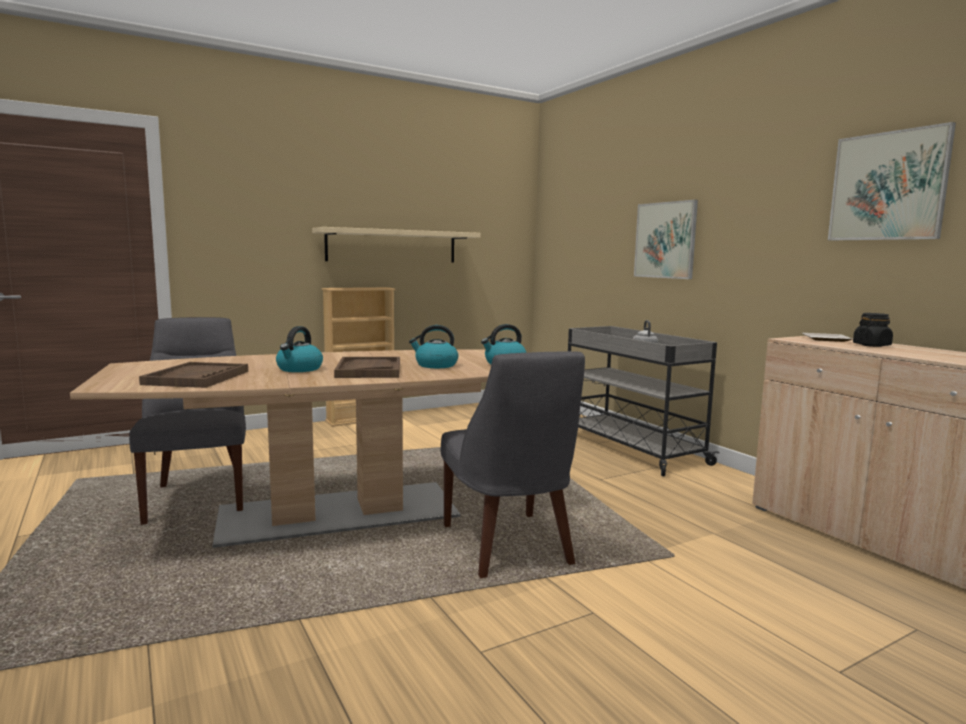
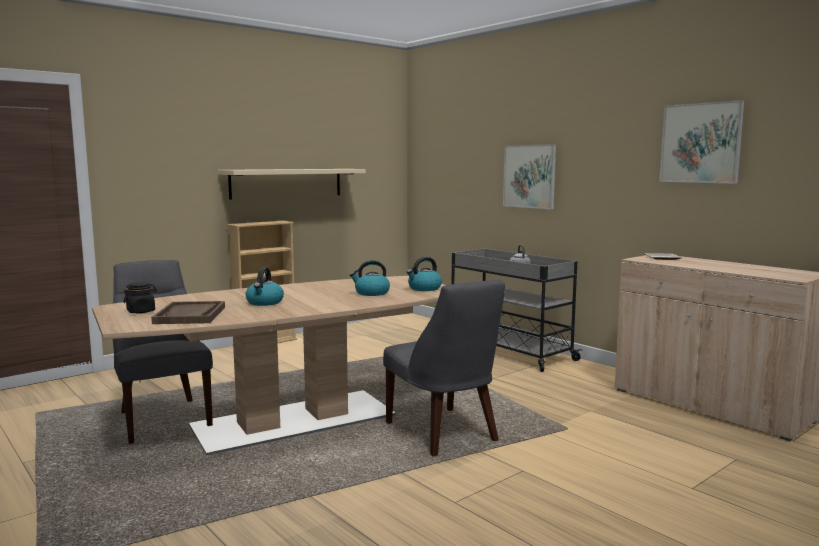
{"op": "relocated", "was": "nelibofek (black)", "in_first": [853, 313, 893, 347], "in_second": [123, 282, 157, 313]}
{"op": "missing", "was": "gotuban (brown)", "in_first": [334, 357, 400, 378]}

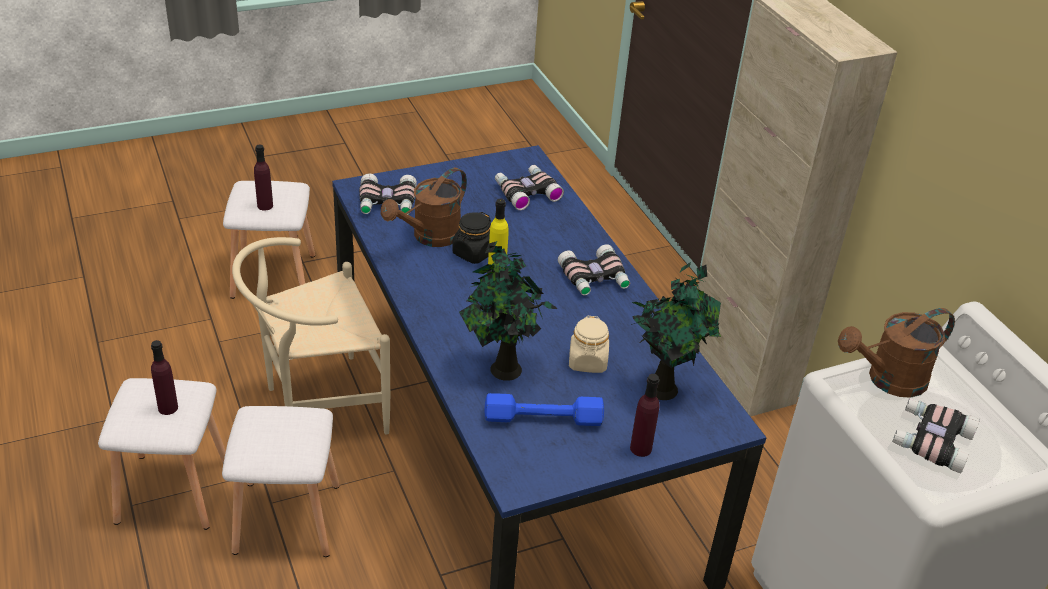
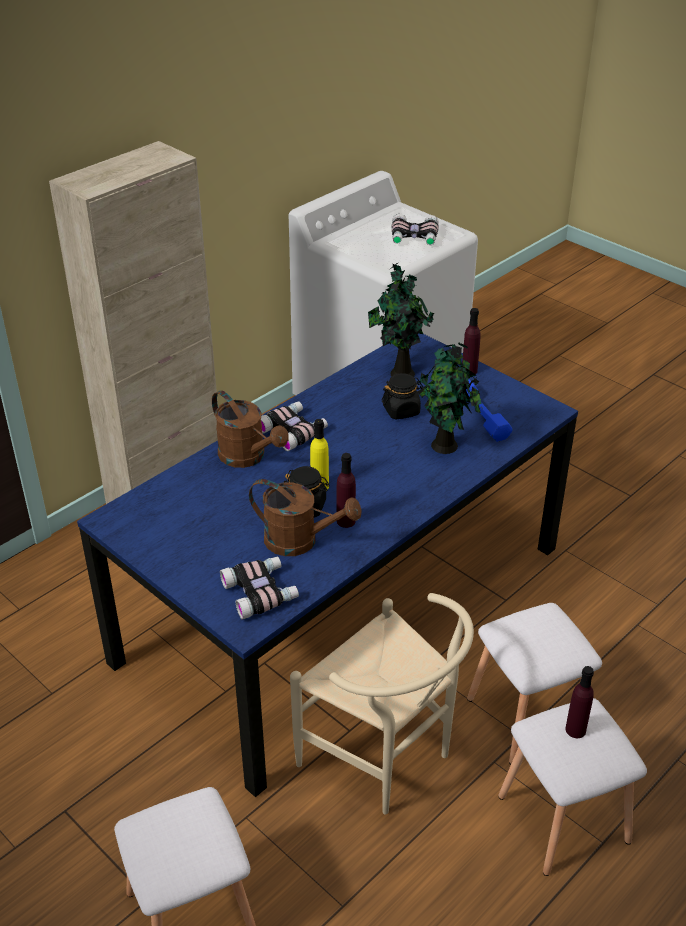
{"op": "relocated", "was": "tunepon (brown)", "in_first": [838, 308, 955, 398], "in_second": [212, 391, 289, 468]}
{"op": "relocated", "was": "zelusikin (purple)", "in_first": [254, 144, 273, 211], "in_second": [336, 453, 356, 528]}
{"op": "colour", "was": "nelibofek (beige)", "now": "nelibofek (black)", "in_first": [569, 316, 609, 373], "in_second": [382, 373, 423, 419]}
{"op": "missing", "was": "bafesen", "in_first": [495, 165, 564, 210]}

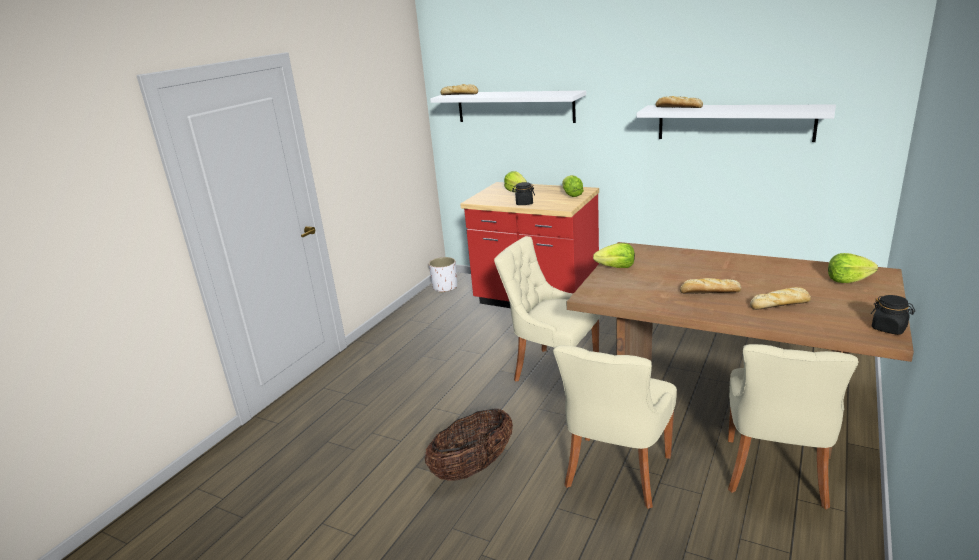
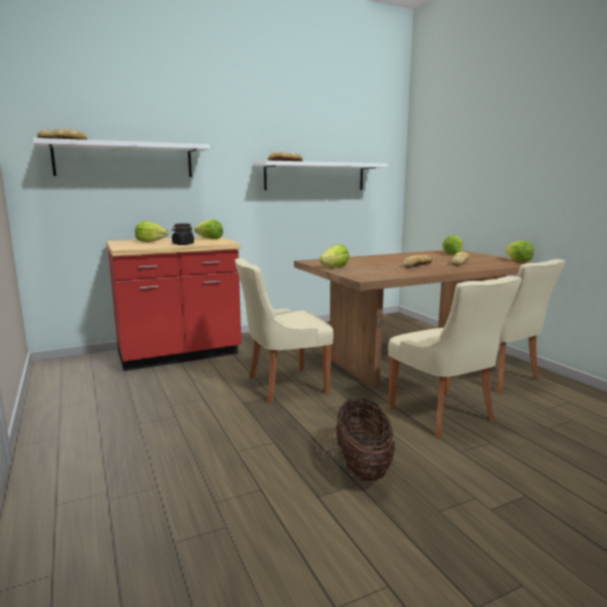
{"op": "exchanged", "was": "nelibofek (black)", "now": "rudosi", "in_first": [871, 295, 915, 335], "in_second": [505, 240, 534, 262]}
{"op": "missing", "was": "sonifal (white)", "in_first": [429, 257, 457, 293]}

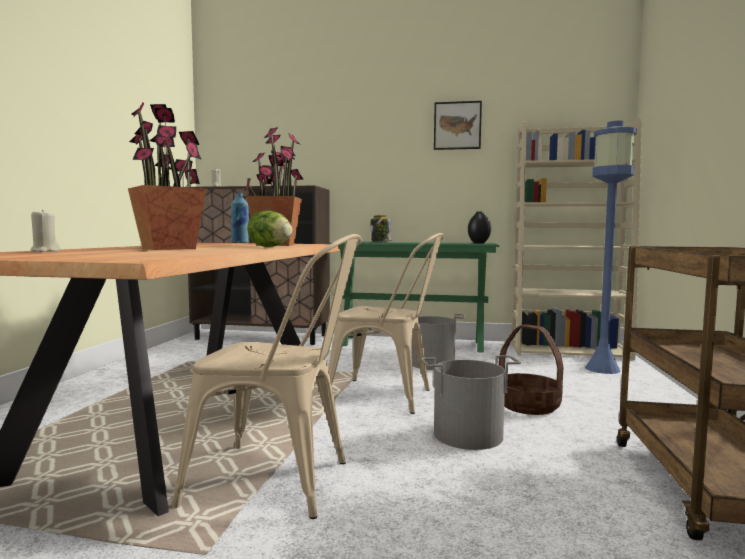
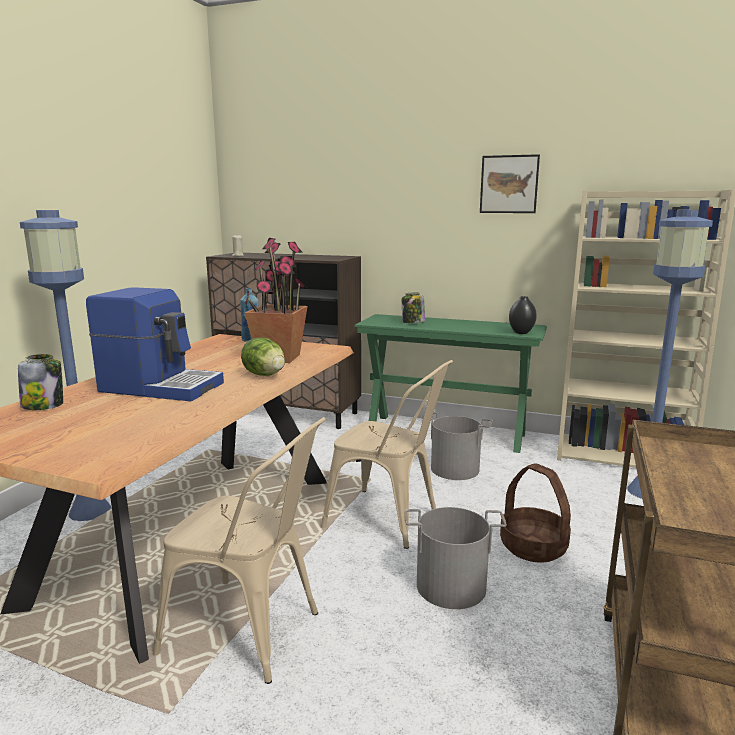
{"op": "exchanged", "was": "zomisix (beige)", "now": "nelibofek", "in_first": [30, 210, 60, 252], "in_second": [18, 354, 63, 410]}
{"op": "appeared", "now": "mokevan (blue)", "in_second": [20, 210, 111, 521]}
{"op": "exchanged", "was": "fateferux", "now": "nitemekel", "in_first": [128, 103, 207, 250], "in_second": [86, 287, 224, 401]}

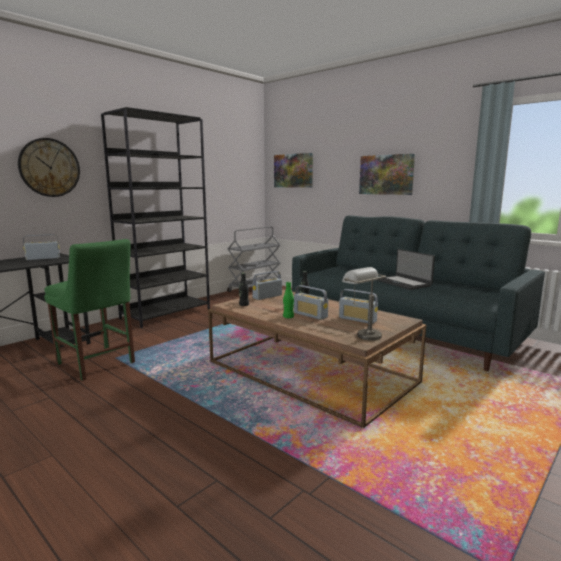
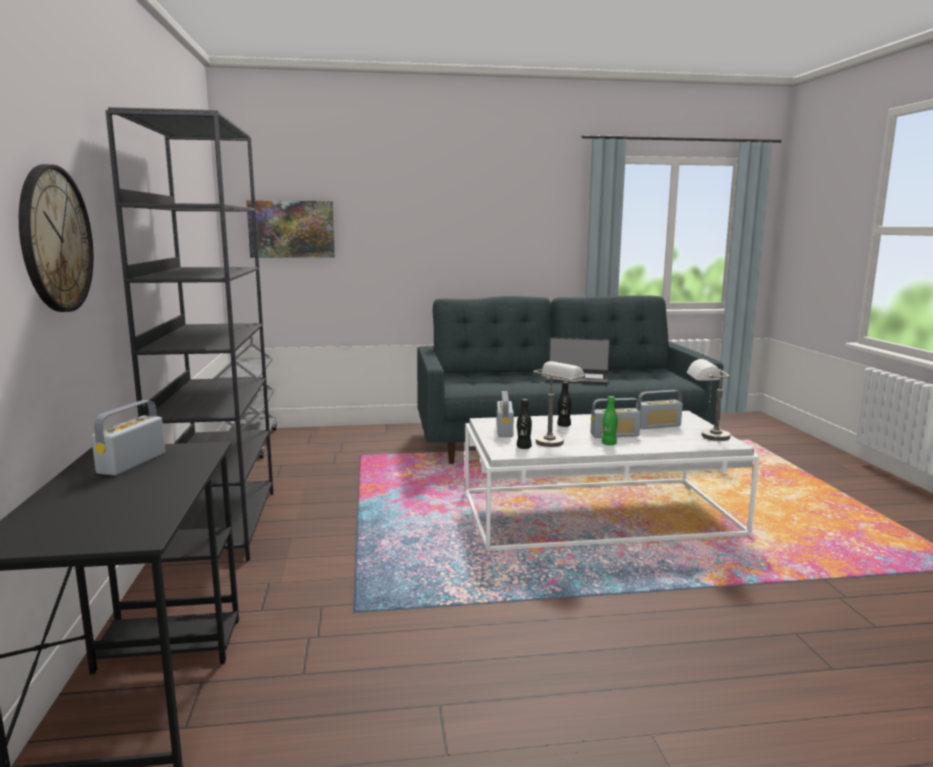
{"op": "colour", "was": "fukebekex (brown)", "now": "fukebekex (white)", "in_first": [208, 289, 426, 428], "in_second": [465, 411, 760, 551]}
{"op": "appeared", "now": "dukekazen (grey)", "in_second": [533, 361, 586, 447]}
{"op": "missing", "was": "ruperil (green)", "in_first": [44, 239, 135, 381]}
{"op": "missing", "was": "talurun", "in_first": [359, 154, 415, 195]}

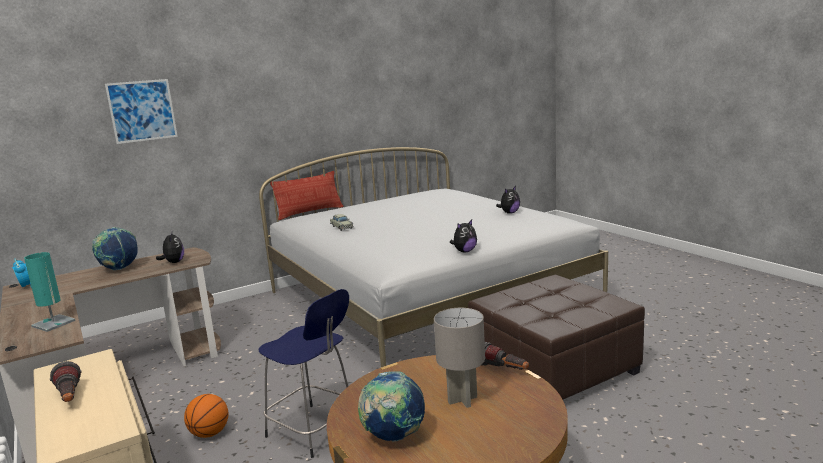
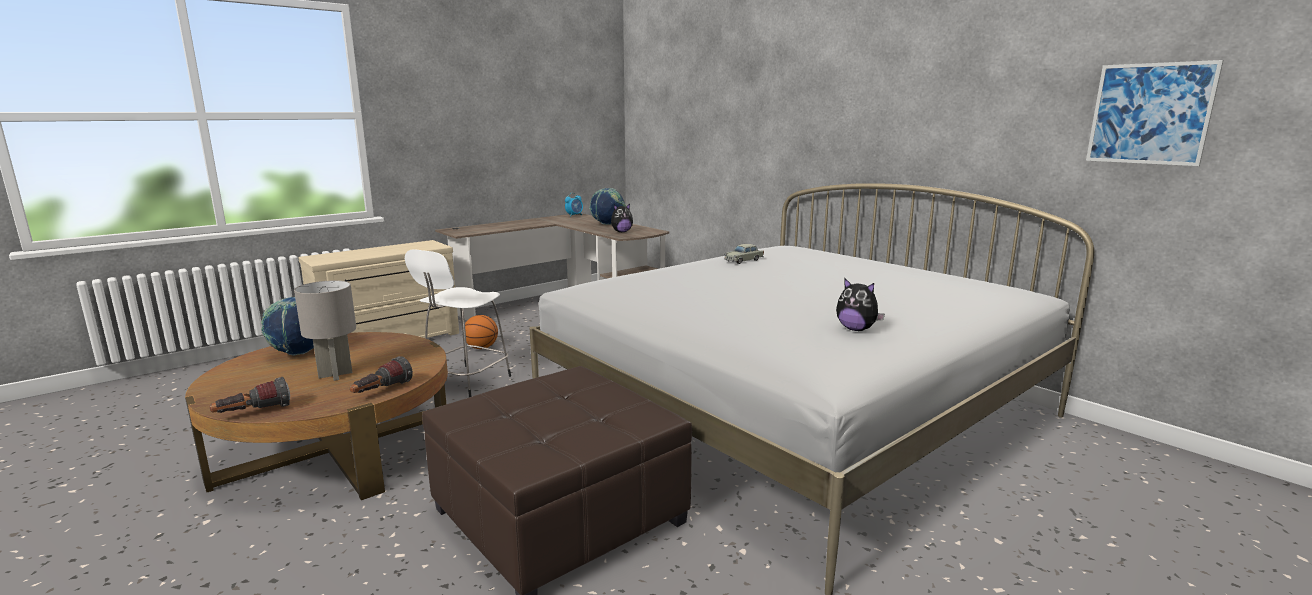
{"op": "relocated", "was": "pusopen", "in_first": [50, 361, 82, 402], "in_second": [209, 377, 290, 413]}
{"op": "colour", "was": "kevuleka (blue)", "now": "kevuleka (white)", "in_first": [258, 289, 349, 458], "in_second": [405, 249, 511, 397]}
{"op": "relocated", "was": "talurun", "in_first": [105, 79, 178, 144], "in_second": [1086, 60, 1223, 166]}
{"op": "missing", "was": "dukekazen (turquoise)", "in_first": [24, 252, 76, 332]}
{"op": "missing", "was": "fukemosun", "in_first": [270, 171, 343, 220]}
{"op": "missing", "was": "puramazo", "in_first": [450, 220, 477, 252]}

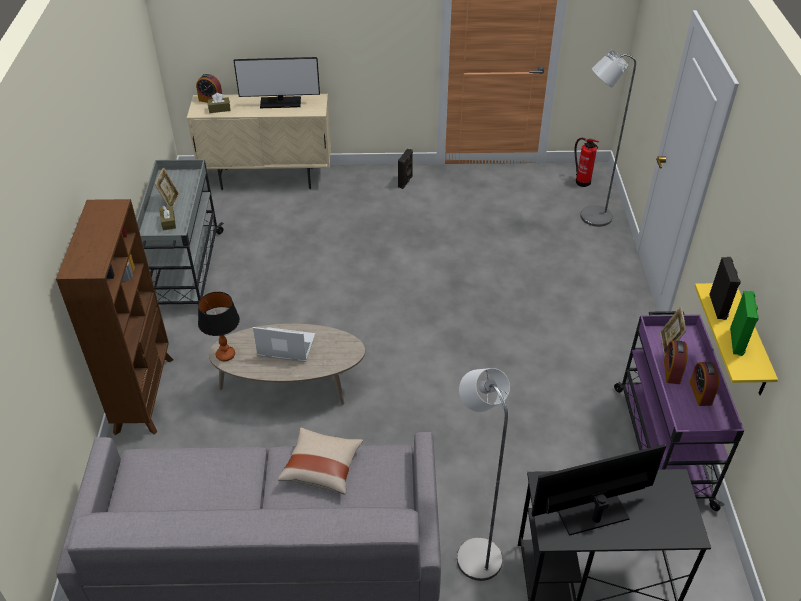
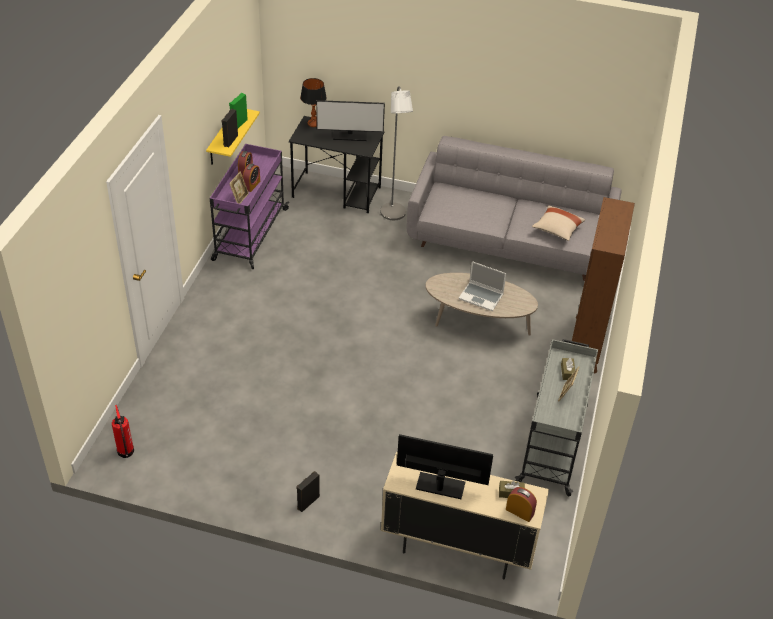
{"op": "relocated", "was": "dukekazen", "in_first": [198, 292, 240, 361], "in_second": [300, 78, 327, 127]}
{"op": "relocated", "was": "fukemosun (beige)", "in_first": [278, 427, 363, 495], "in_second": [532, 205, 585, 241]}
{"op": "missing", "was": "mokevan (grey)", "in_first": [580, 50, 636, 227]}

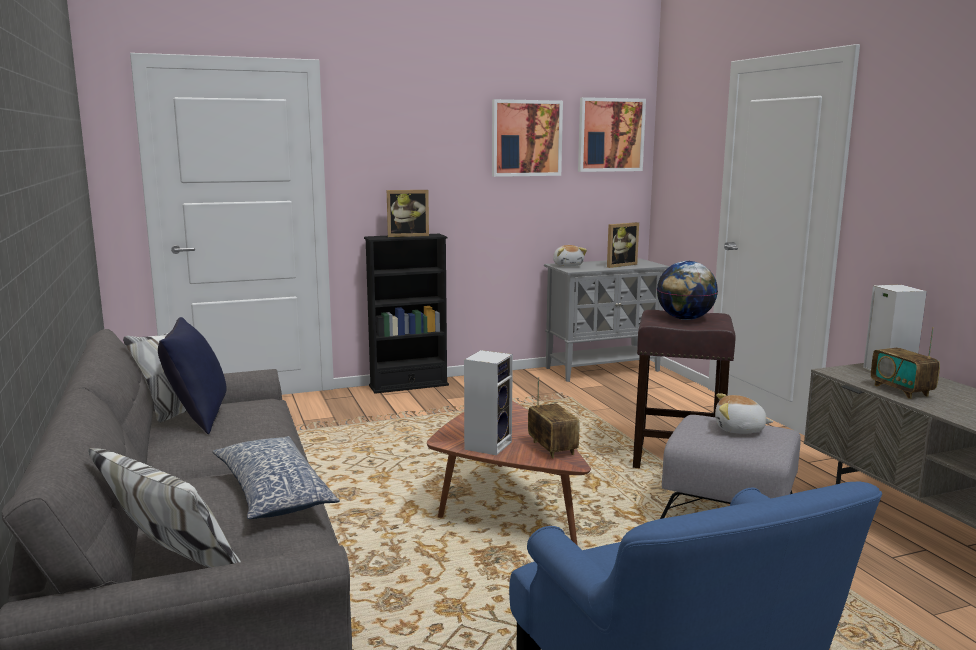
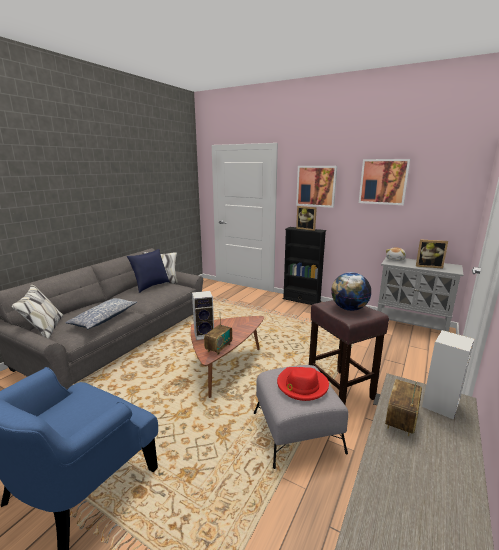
{"op": "exchanged", "was": "puramazo", "now": "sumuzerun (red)", "in_first": [715, 393, 774, 434], "in_second": [277, 367, 329, 401]}
{"op": "relocated", "was": "talurun", "in_first": [578, 97, 646, 172], "in_second": [296, 166, 337, 208]}

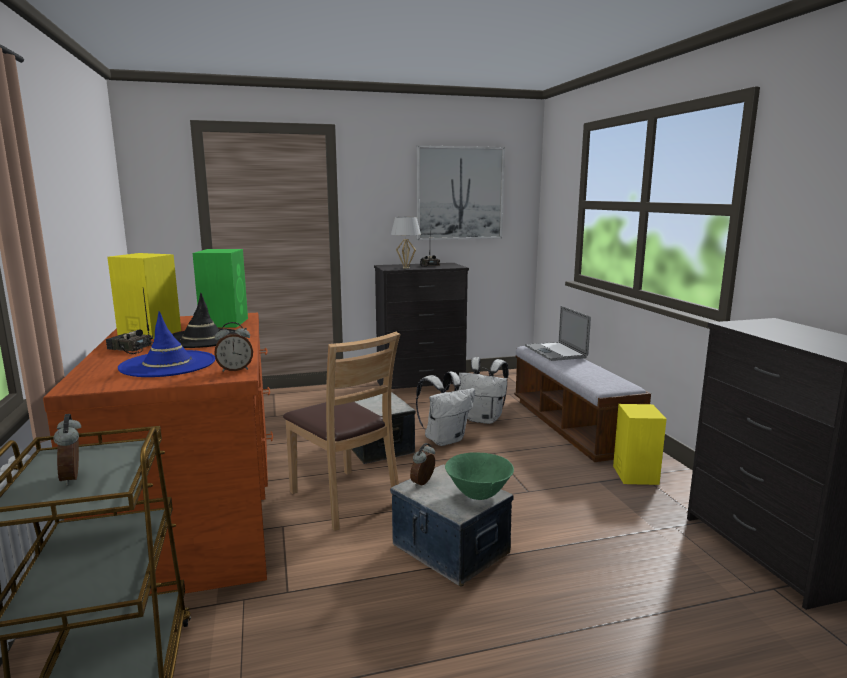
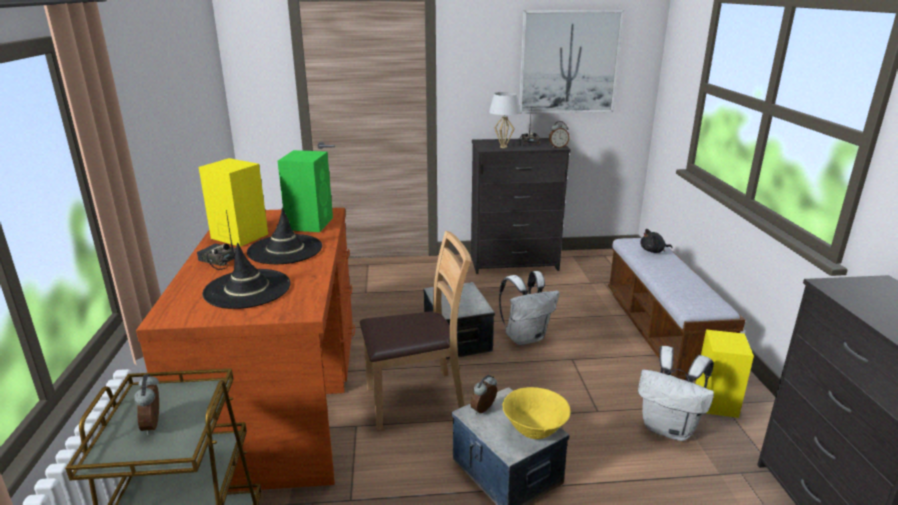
{"op": "colour", "was": "sumuzerun (blue)", "now": "sumuzerun (black)", "in_first": [118, 311, 215, 377], "in_second": [203, 243, 291, 309]}
{"op": "spun", "was": "ruperil (brown)", "in_first": [283, 332, 400, 531], "in_second": [360, 231, 471, 430], "clockwise": -75}
{"op": "colour", "was": "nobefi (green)", "now": "nobefi (yellow)", "in_first": [445, 452, 514, 500], "in_second": [503, 387, 571, 439]}
{"op": "relocated", "was": "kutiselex", "in_first": [214, 322, 253, 372], "in_second": [549, 121, 570, 148]}
{"op": "relocated", "was": "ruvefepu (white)", "in_first": [458, 357, 509, 424], "in_second": [638, 346, 714, 441]}
{"op": "exchanged", "was": "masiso", "now": "puramazo (black)", "in_first": [525, 306, 591, 361], "in_second": [640, 229, 673, 253]}

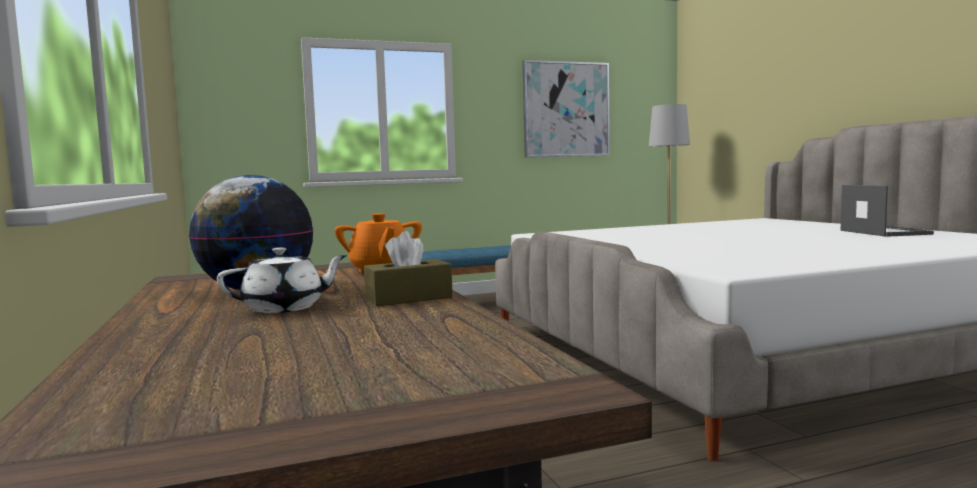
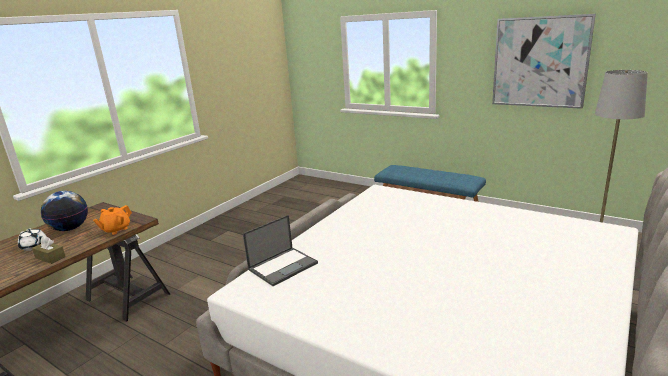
{"op": "relocated", "was": "masiso", "in_first": [840, 185, 934, 237], "in_second": [243, 215, 318, 286]}

